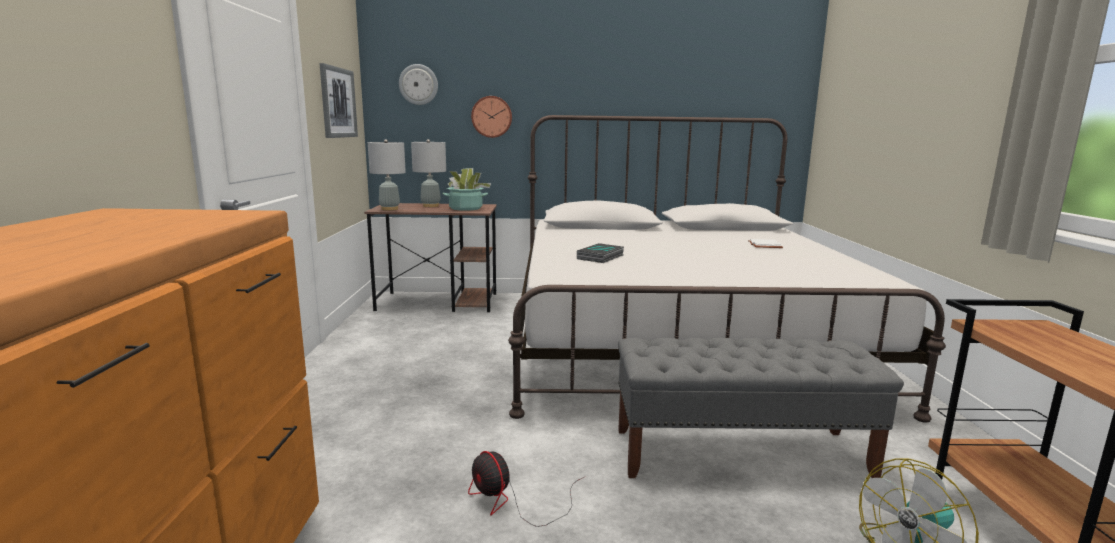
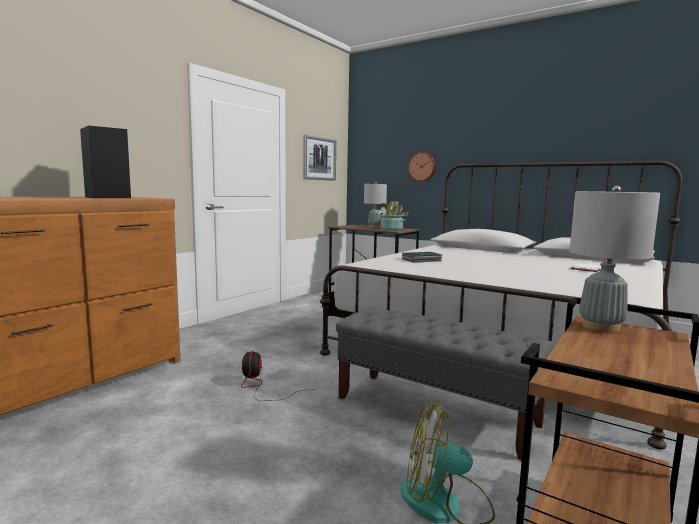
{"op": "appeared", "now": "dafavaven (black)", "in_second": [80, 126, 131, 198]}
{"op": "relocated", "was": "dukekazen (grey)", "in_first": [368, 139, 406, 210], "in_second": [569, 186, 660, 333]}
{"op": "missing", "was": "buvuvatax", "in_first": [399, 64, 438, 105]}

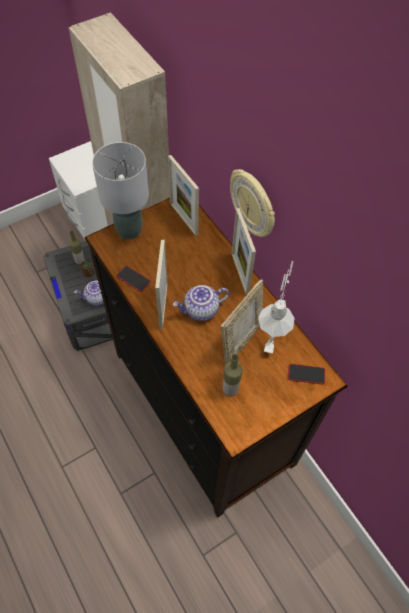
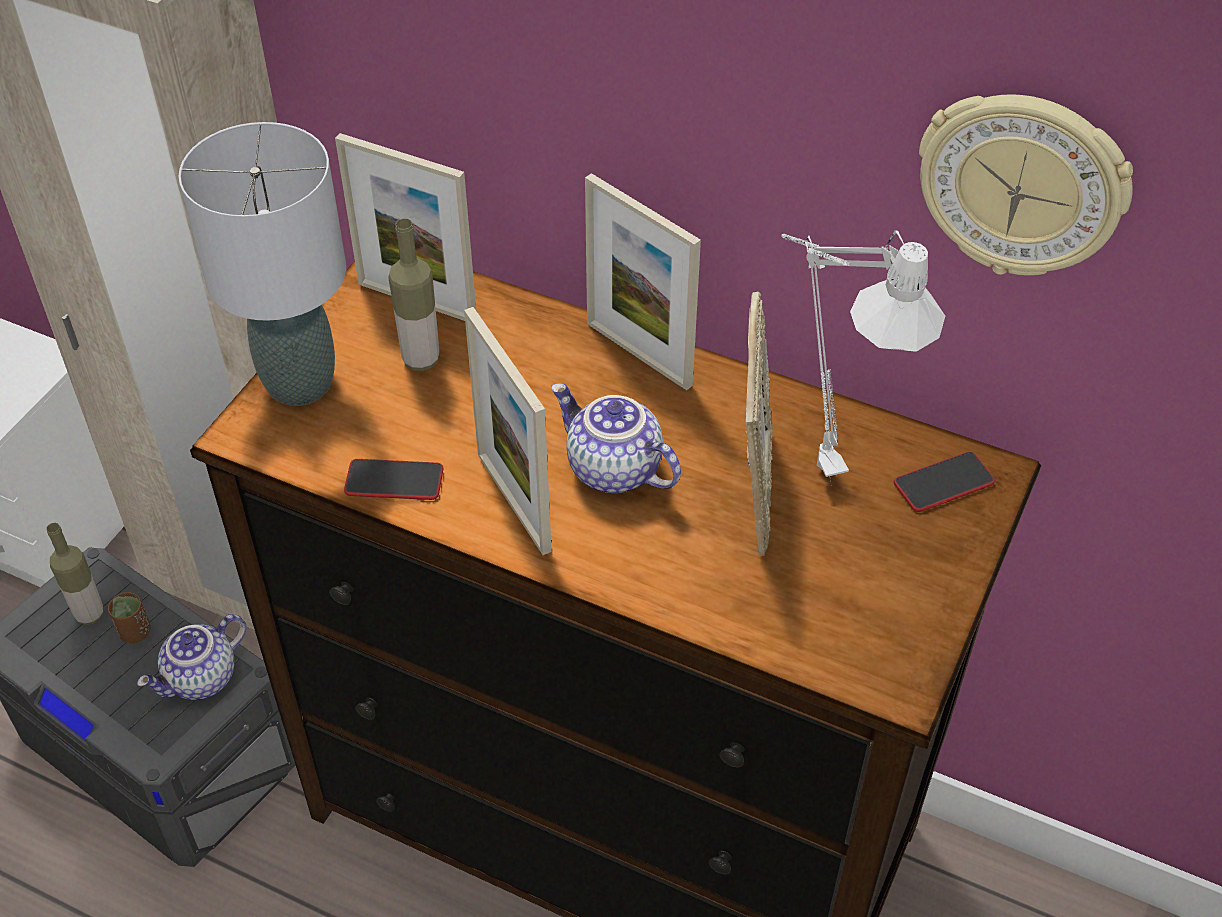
{"op": "relocated", "was": "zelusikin", "in_first": [223, 354, 243, 397], "in_second": [389, 218, 439, 371]}
{"op": "spun", "was": "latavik", "in_first": [173, 285, 230, 321], "in_second": [551, 383, 681, 493], "clockwise": 90}
{"op": "relocated", "was": "buvuvatax", "in_first": [230, 169, 275, 237], "in_second": [919, 94, 1133, 275]}

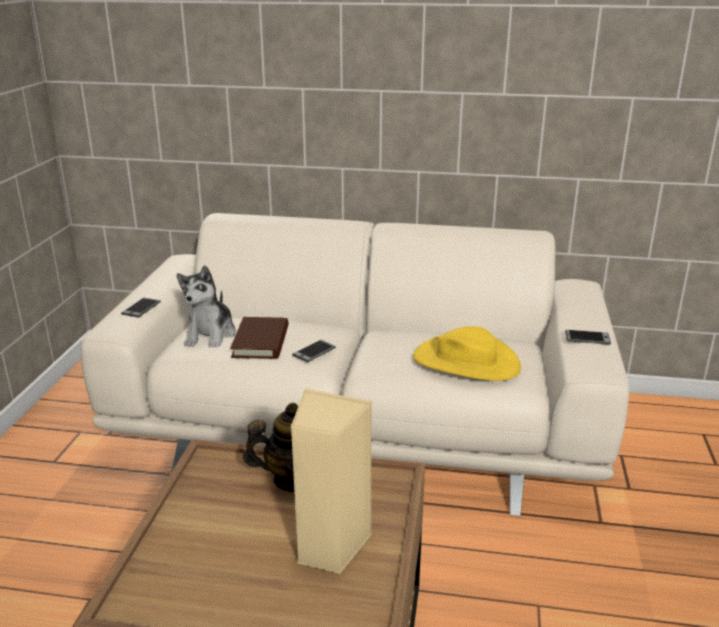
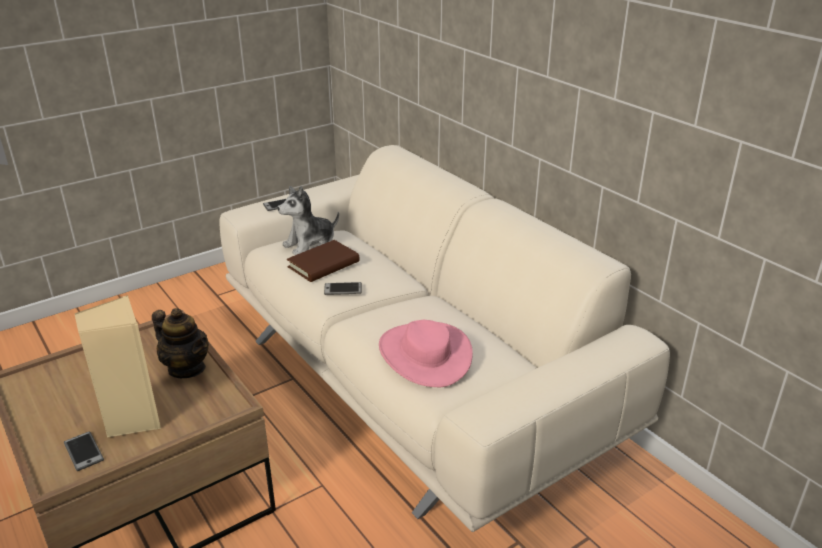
{"op": "relocated", "was": "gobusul", "in_first": [565, 330, 611, 345], "in_second": [64, 431, 104, 471]}
{"op": "colour", "was": "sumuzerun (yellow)", "now": "sumuzerun (pink)", "in_first": [413, 326, 521, 381], "in_second": [379, 320, 473, 387]}

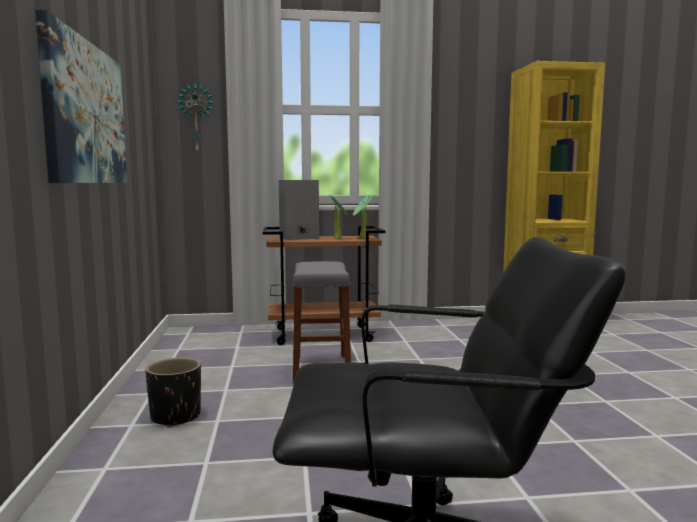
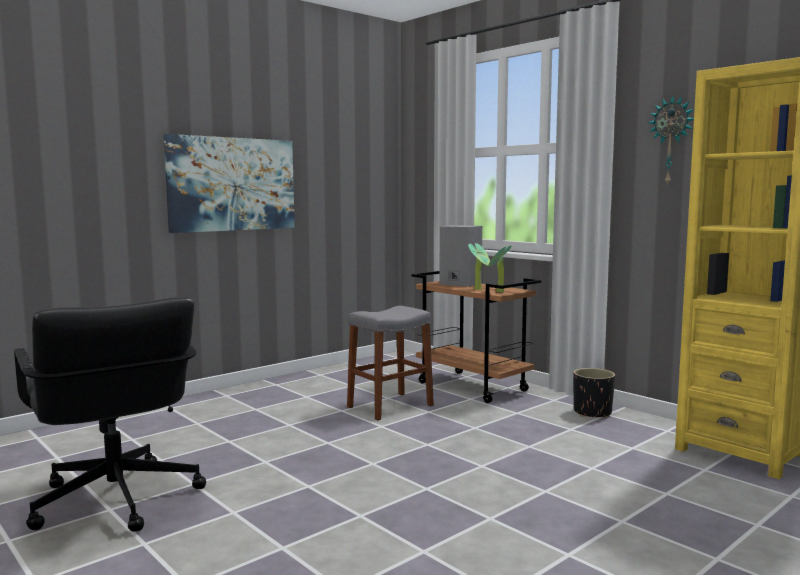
{"op": "relocated", "was": "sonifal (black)", "in_first": [145, 357, 201, 428], "in_second": [573, 368, 615, 418]}
{"op": "relocated", "was": "buvuvatax", "in_first": [177, 83, 215, 154], "in_second": [648, 95, 694, 186]}

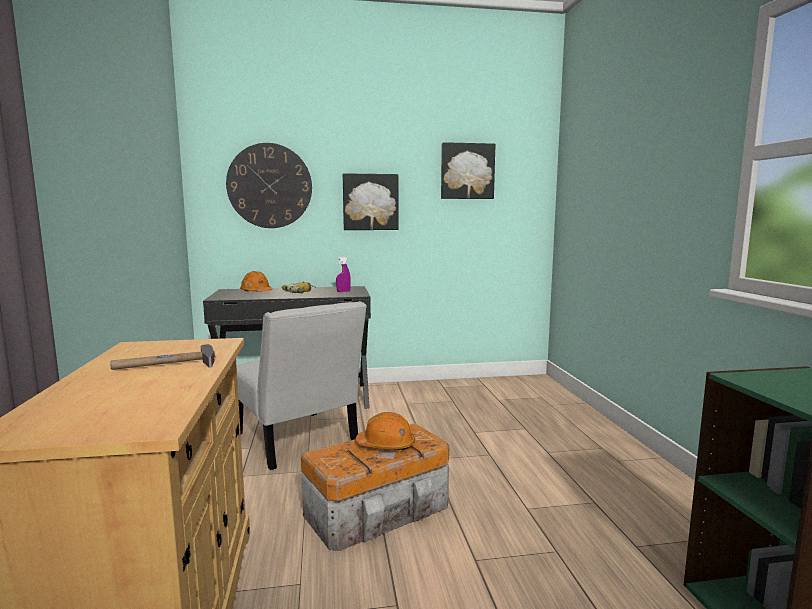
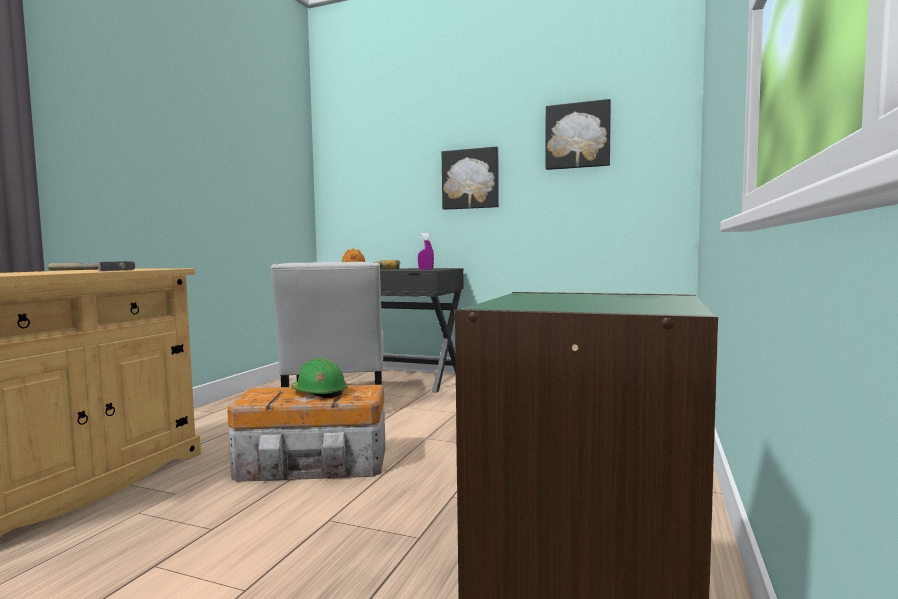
{"op": "colour", "was": "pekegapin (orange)", "now": "pekegapin (green)", "in_first": [355, 412, 415, 450], "in_second": [291, 358, 348, 398]}
{"op": "missing", "was": "buvuvatax", "in_first": [226, 143, 312, 228]}

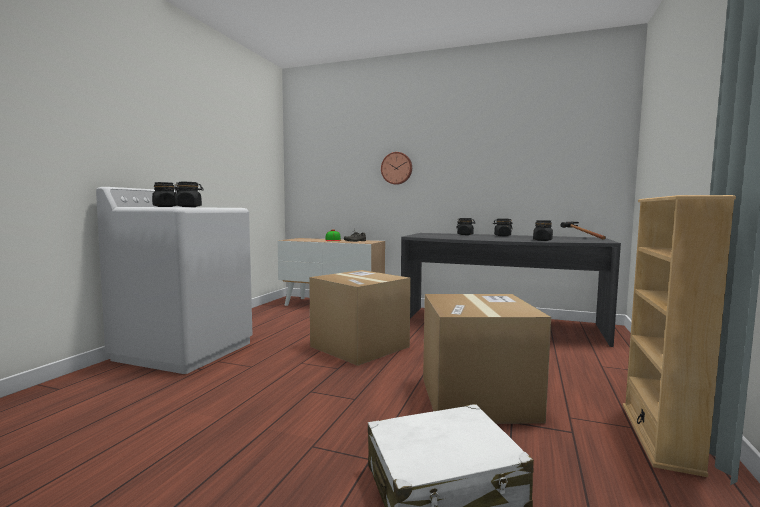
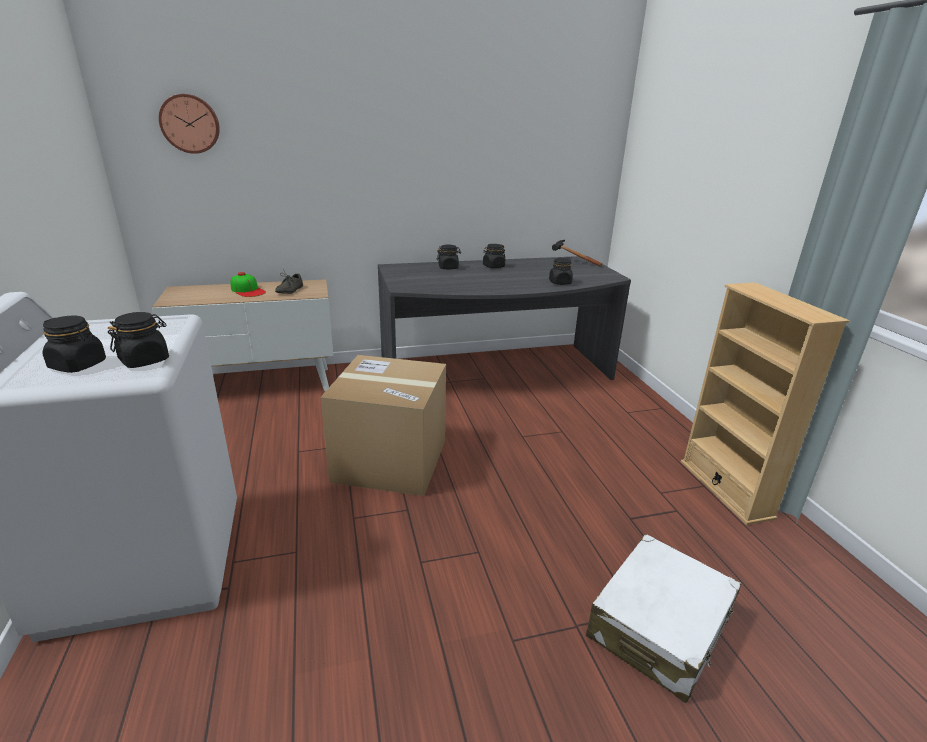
{"op": "relocated", "was": "buvuvatax", "in_first": [381, 152, 412, 185], "in_second": [159, 94, 220, 154]}
{"op": "missing", "was": "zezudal", "in_first": [423, 294, 551, 424]}

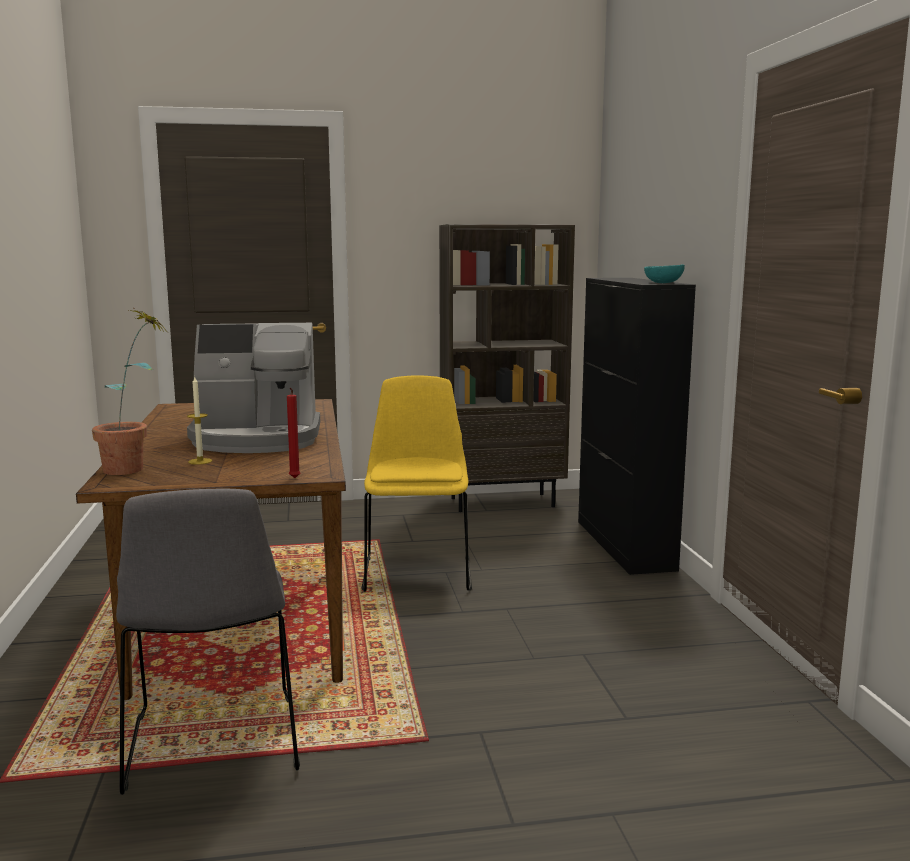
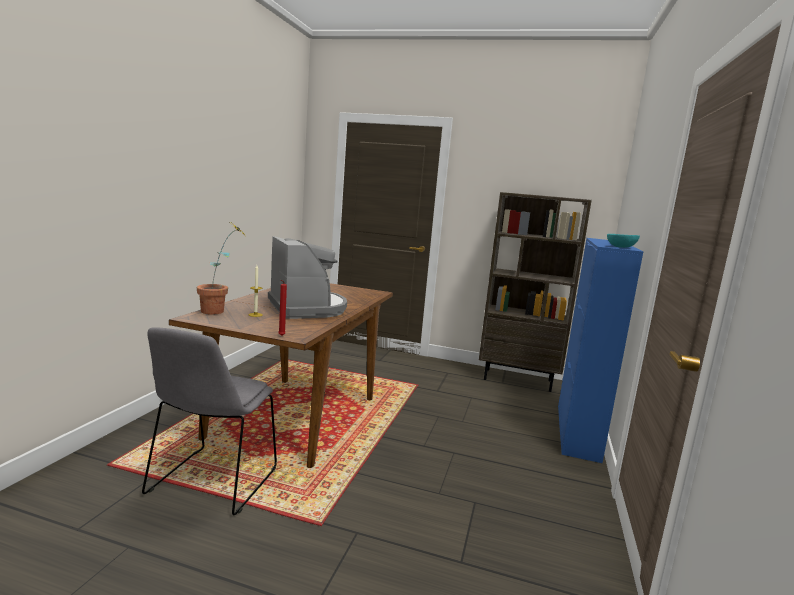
{"op": "spun", "was": "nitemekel", "in_first": [187, 323, 320, 453], "in_second": [268, 236, 347, 319], "clockwise": -135}
{"op": "colour", "was": "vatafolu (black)", "now": "vatafolu (blue)", "in_first": [578, 278, 696, 575], "in_second": [558, 238, 643, 463]}
{"op": "missing", "was": "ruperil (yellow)", "in_first": [361, 375, 472, 592]}

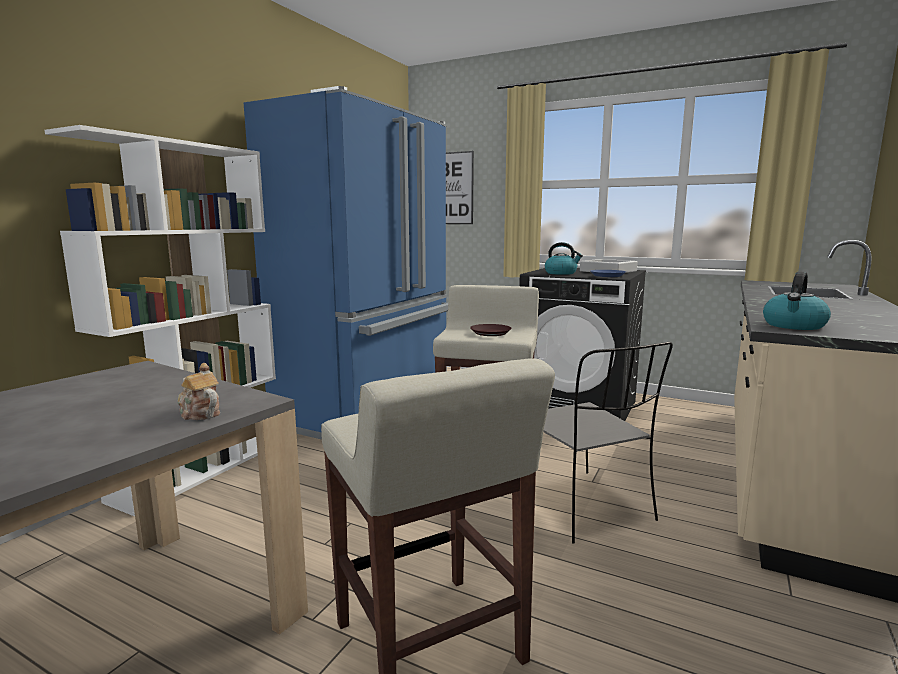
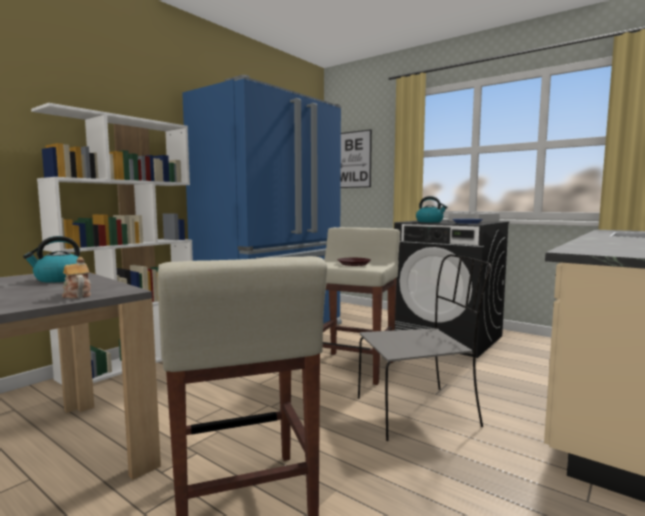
{"op": "relocated", "was": "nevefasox", "in_first": [763, 272, 831, 330], "in_second": [23, 236, 85, 283]}
{"op": "spun", "was": "ruperil (grey)", "in_first": [543, 342, 673, 544], "in_second": [358, 254, 491, 441], "clockwise": -90}

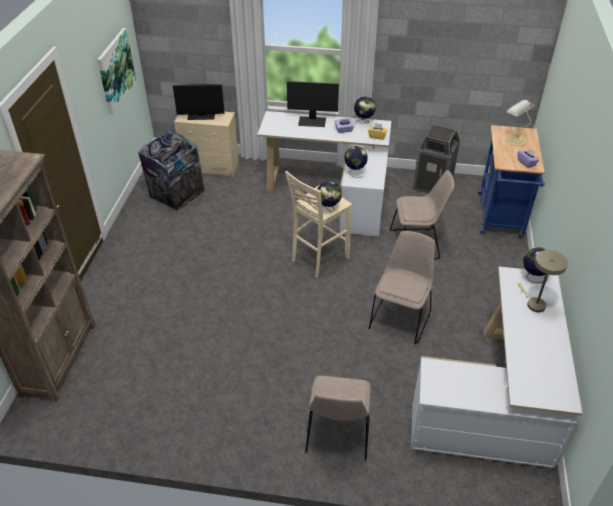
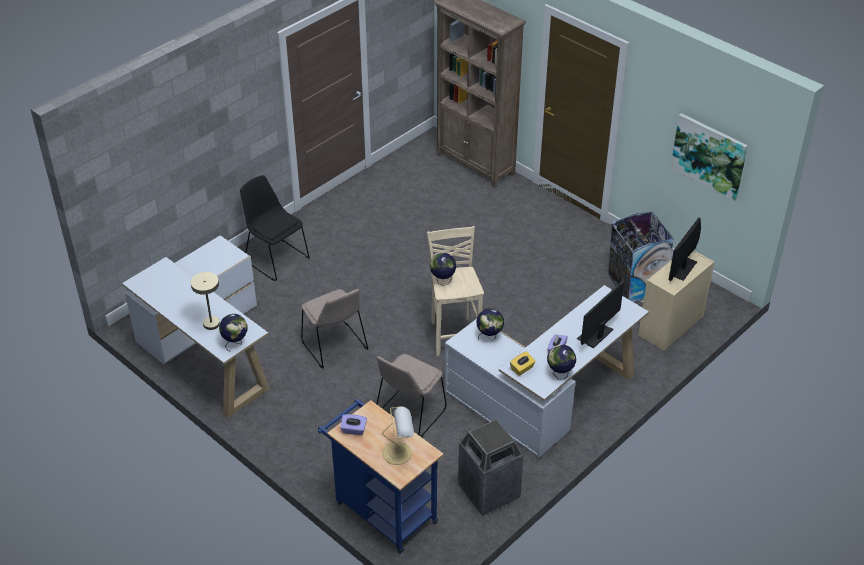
{"op": "colour", "was": "ruperil (beige)", "now": "ruperil (black)", "in_first": [305, 376, 371, 460], "in_second": [240, 175, 309, 281]}

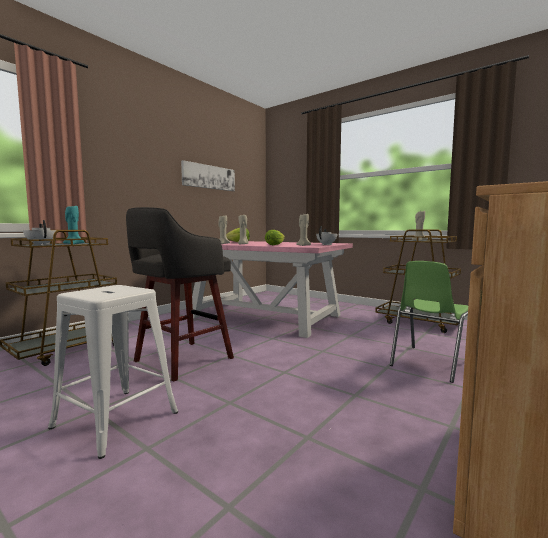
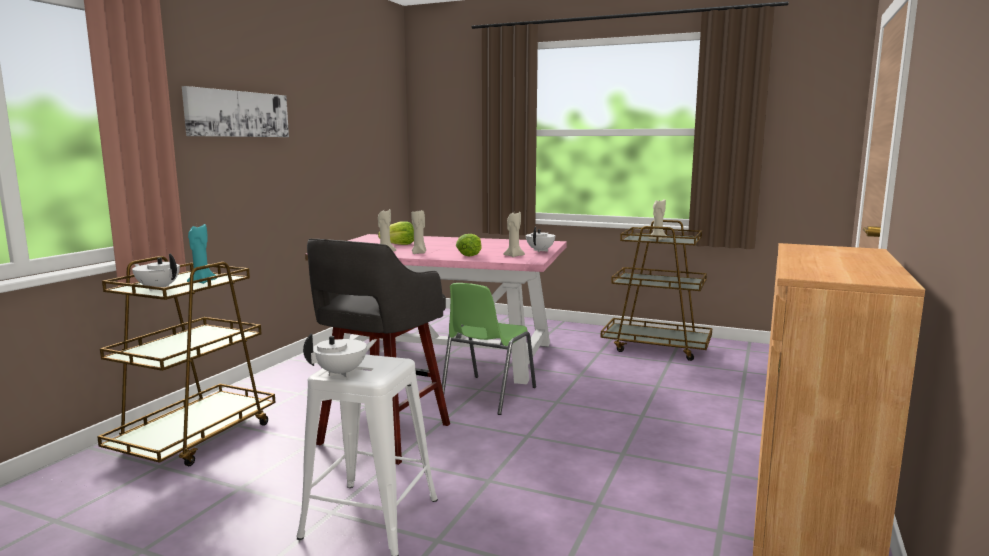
{"op": "relocated", "was": "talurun", "in_first": [181, 160, 235, 191], "in_second": [182, 86, 289, 137]}
{"op": "appeared", "now": "latavik (white)", "in_second": [303, 333, 377, 378]}
{"op": "relocated", "was": "ruperil (green)", "in_first": [390, 261, 468, 383], "in_second": [442, 283, 536, 415]}

